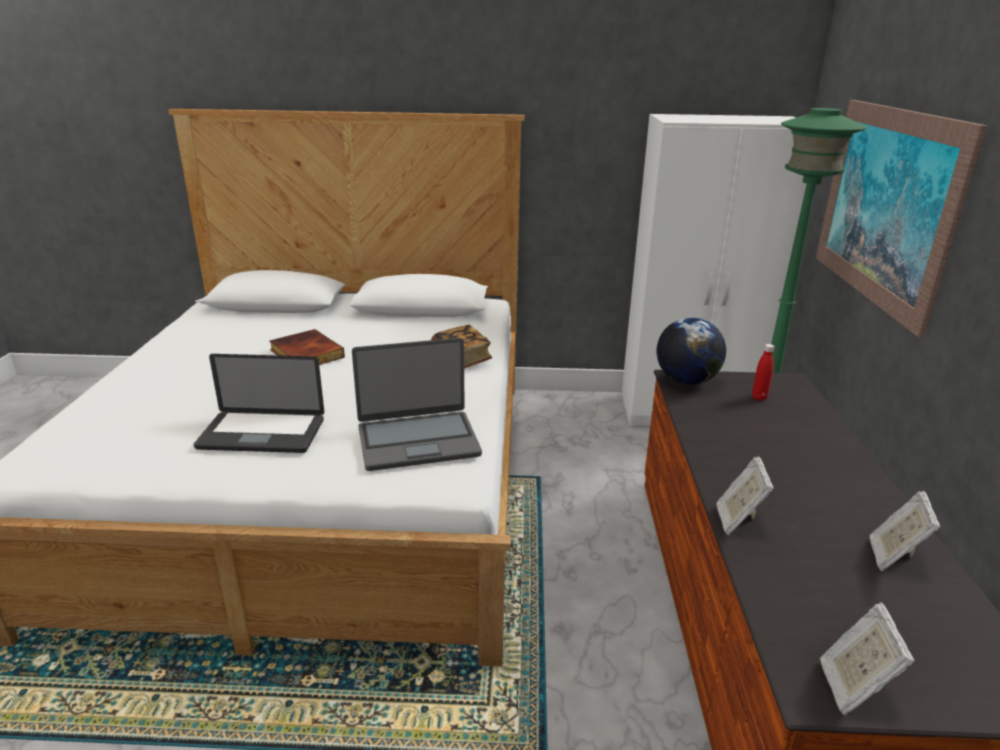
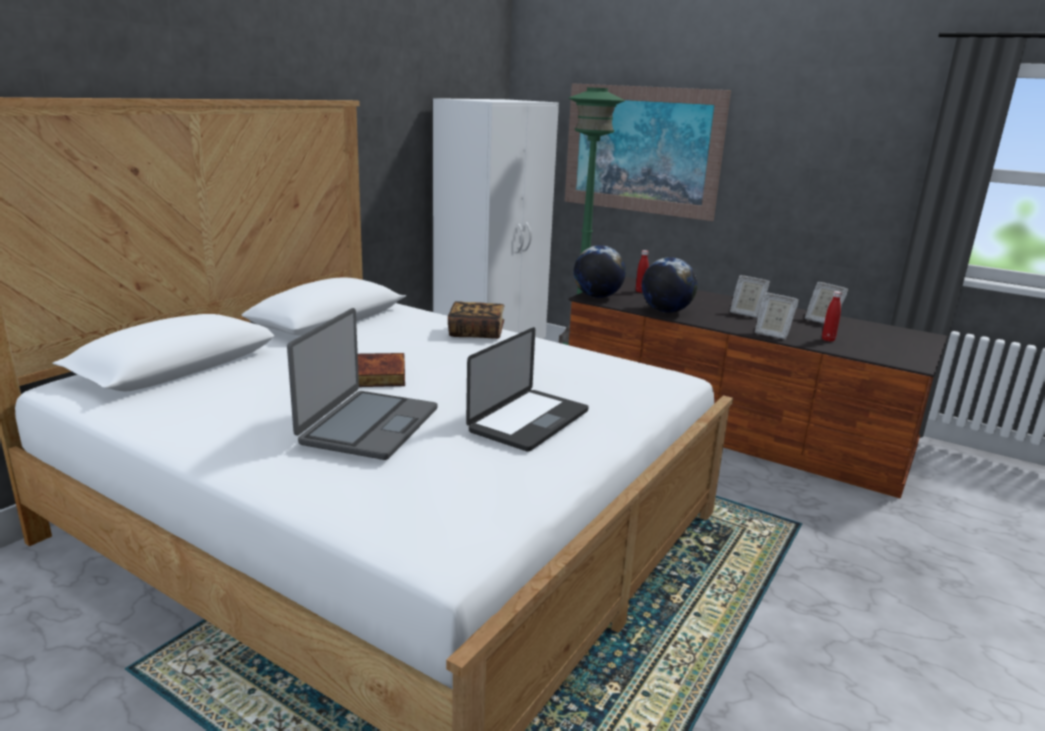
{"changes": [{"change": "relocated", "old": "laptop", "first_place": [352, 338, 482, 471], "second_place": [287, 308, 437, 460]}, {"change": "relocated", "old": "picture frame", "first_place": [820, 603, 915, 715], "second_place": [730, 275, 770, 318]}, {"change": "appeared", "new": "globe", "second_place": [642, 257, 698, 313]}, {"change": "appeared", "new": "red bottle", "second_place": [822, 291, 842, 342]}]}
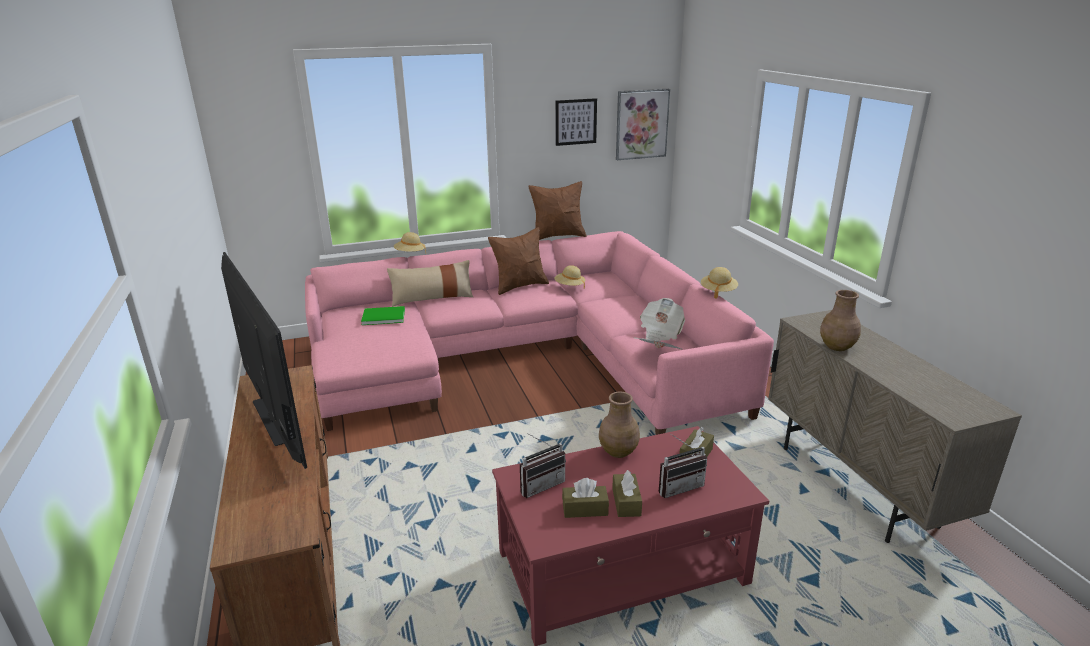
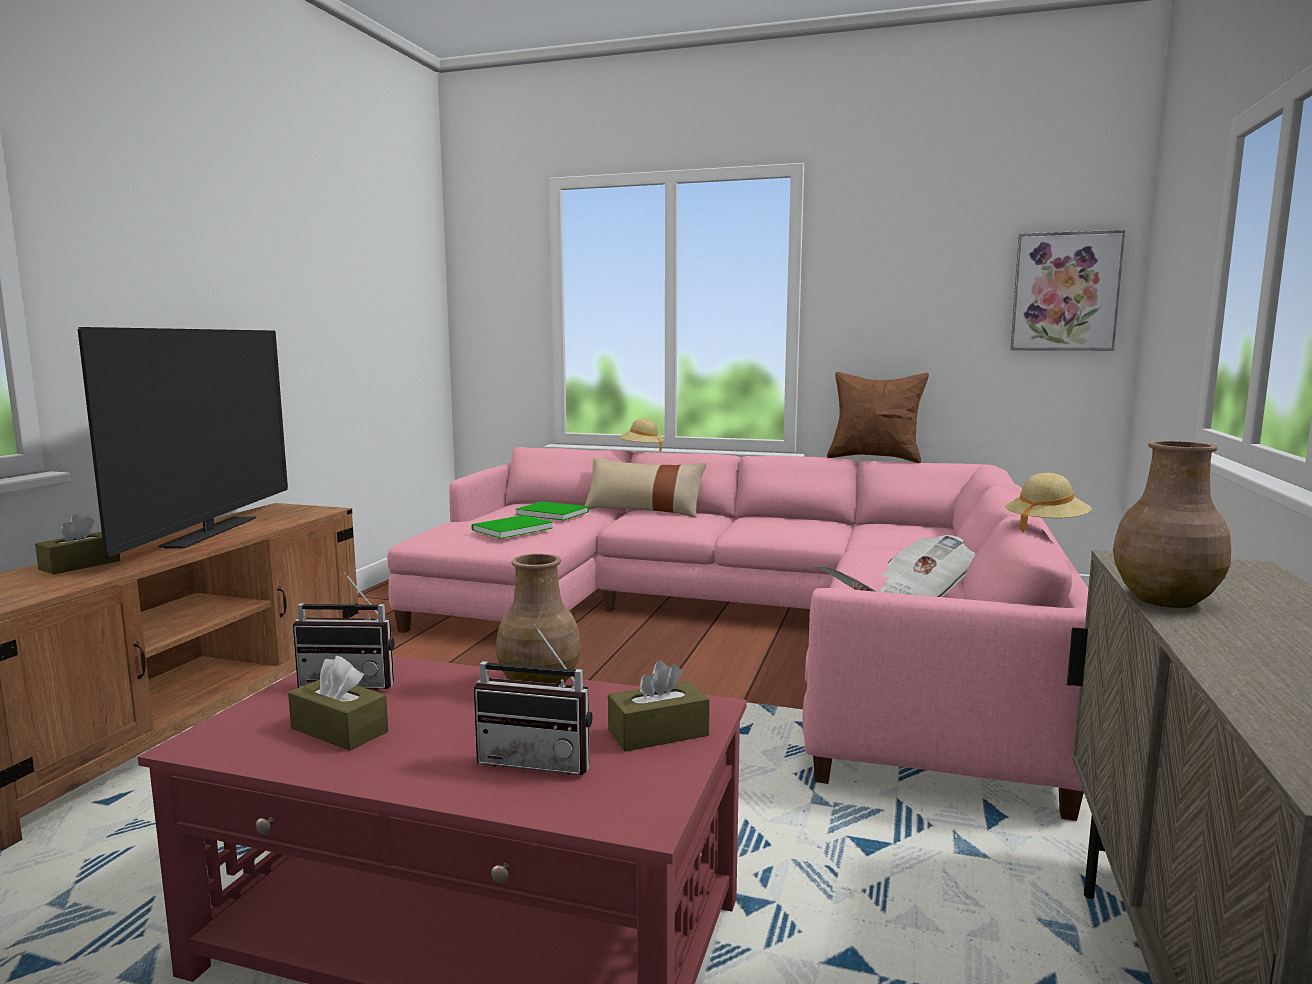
{"changes": [{"change": "missing", "old": "brown pillow", "first_place": [488, 227, 549, 295]}, {"change": "missing", "old": "beige hat", "first_place": [554, 265, 585, 289]}, {"change": "missing", "old": "picture", "first_place": [555, 98, 597, 146]}, {"change": "relocated", "old": "brown tissue box", "first_place": [612, 470, 642, 517], "second_place": [35, 514, 120, 574]}, {"change": "appeared", "new": "green book", "second_place": [471, 515, 553, 539]}]}
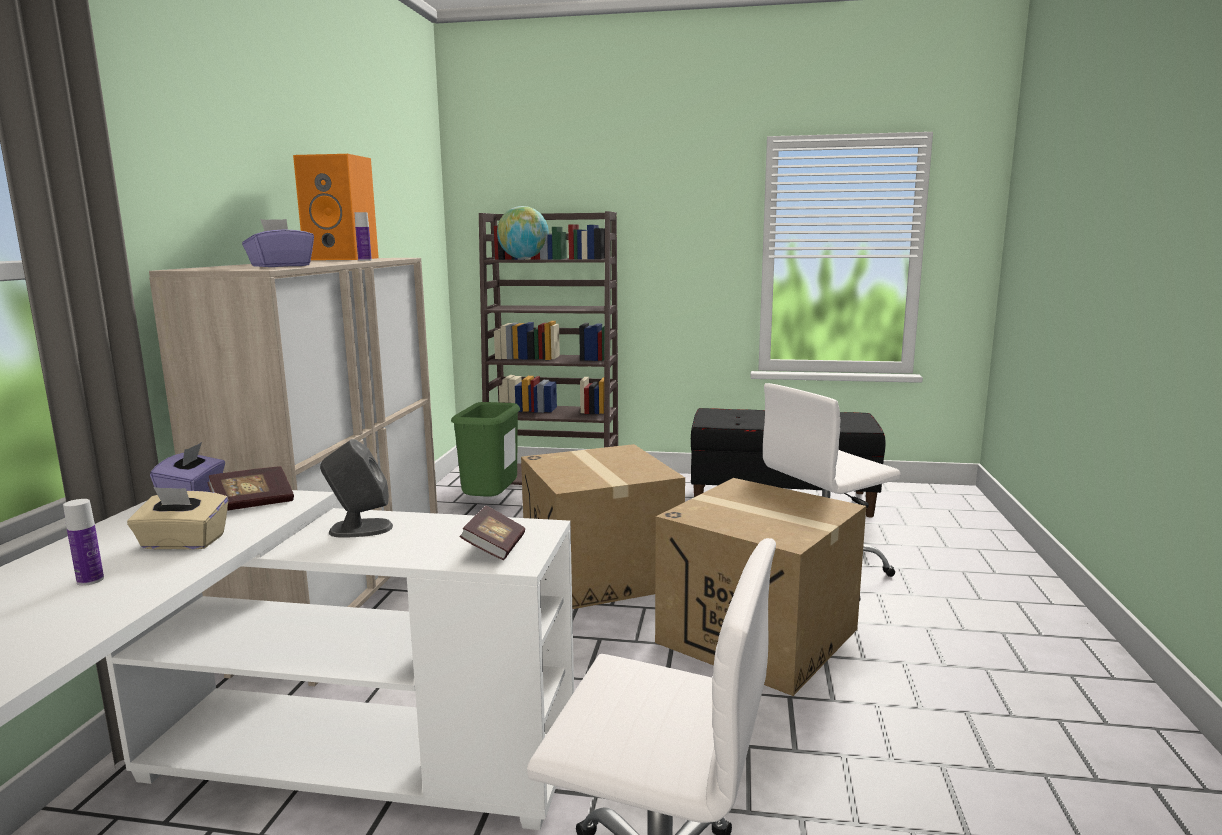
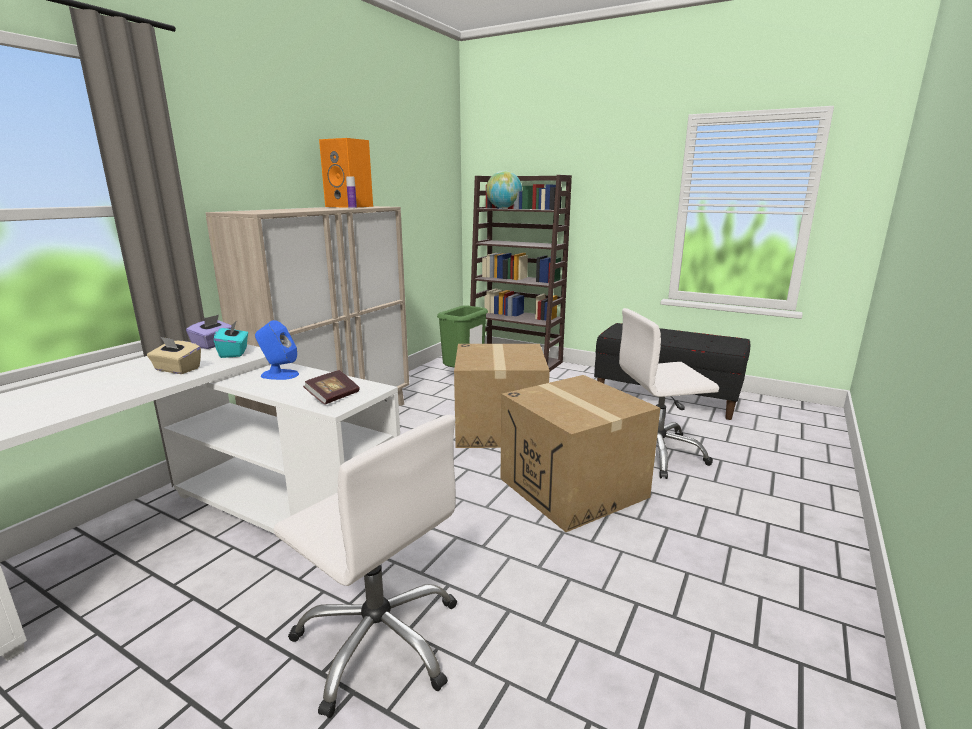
{"changes": [{"change": "missing", "old": "bottle", "first_place": [63, 499, 104, 586]}, {"change": "exchanged", "old": "book", "new": "turquoise tissue box", "first_place": [208, 466, 294, 511], "second_place": [214, 321, 248, 358]}, {"change": "missing", "old": "purple tissue box", "first_place": [242, 219, 314, 267]}, {"change": "colour", "old": "grey speaker", "new": "blue speaker", "first_place": [320, 439, 393, 538], "second_place": [255, 320, 299, 380]}]}
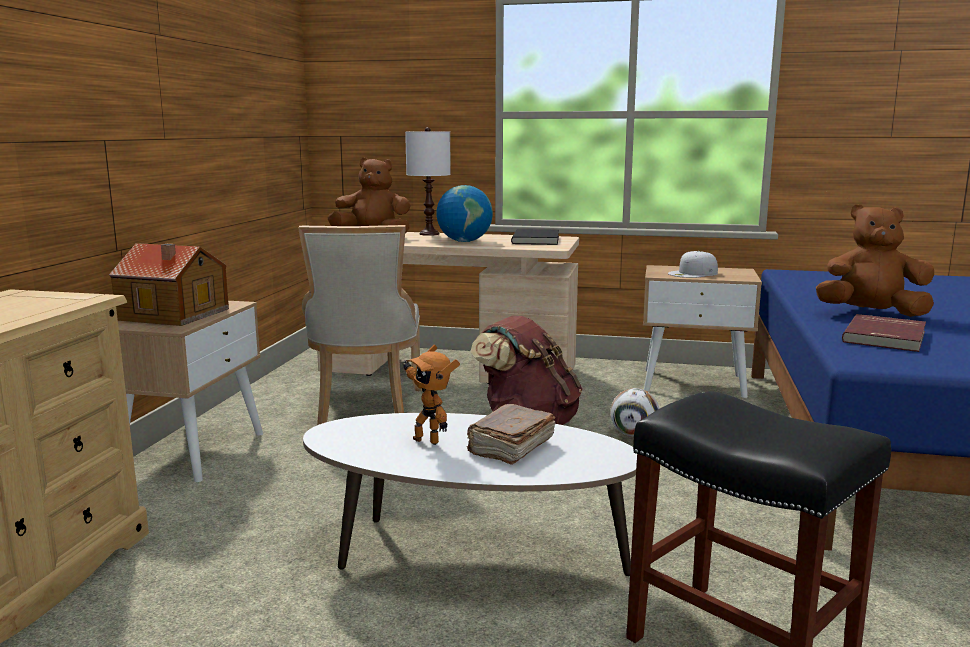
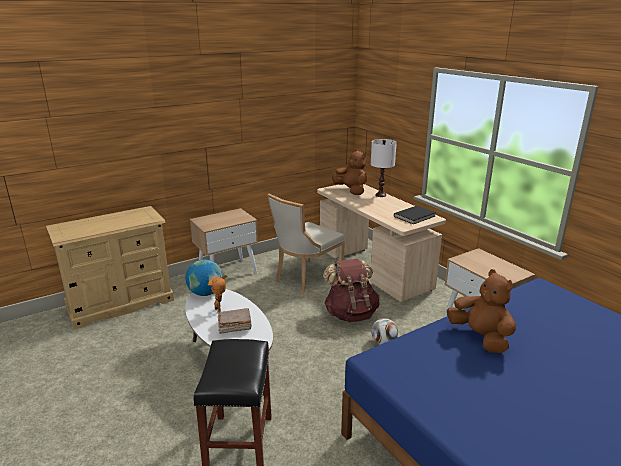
{"changes": [{"change": "missing", "old": "toy house", "first_place": [109, 243, 229, 326]}, {"change": "relocated", "old": "globe", "first_place": [436, 185, 493, 242], "second_place": [185, 259, 223, 296]}, {"change": "missing", "old": "white cap", "first_place": [668, 251, 718, 278]}, {"change": "missing", "old": "red book", "first_place": [842, 314, 926, 352]}]}
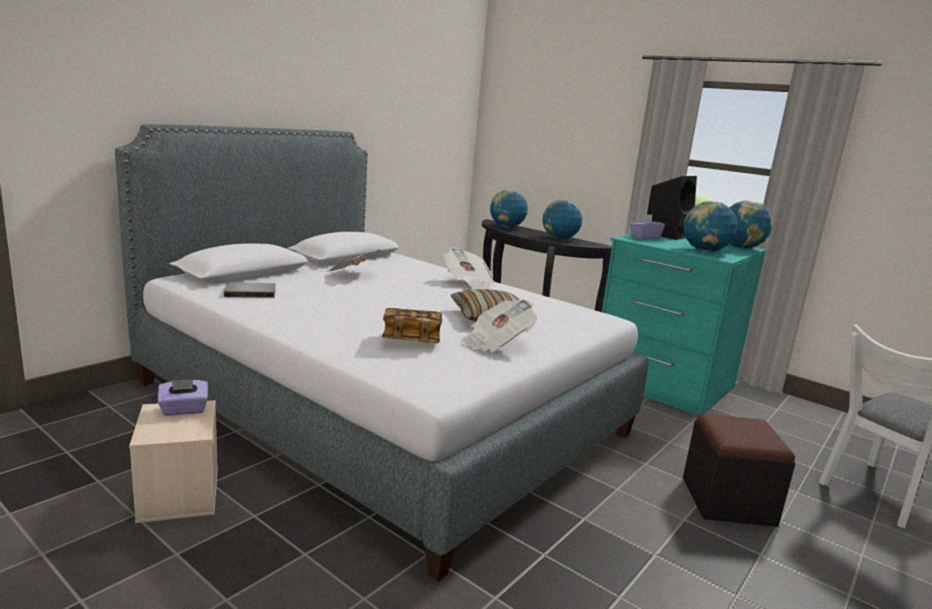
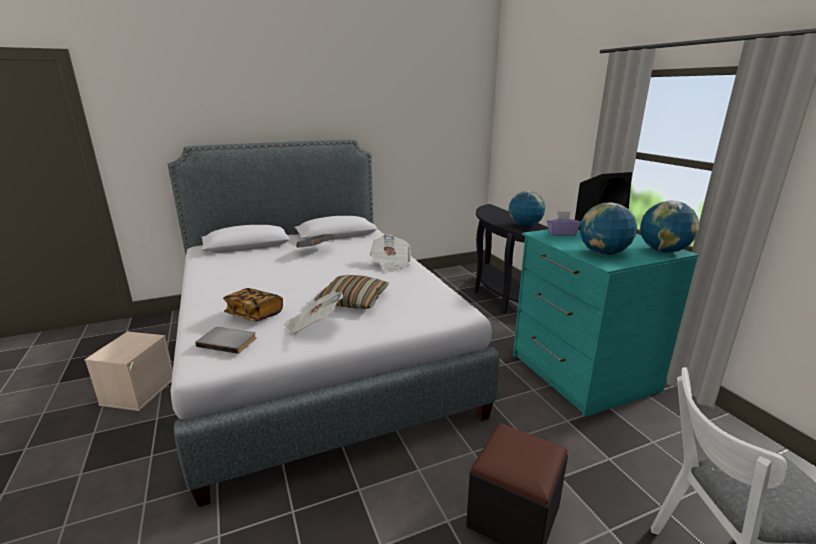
{"changes": [{"change": "missing", "old": "purple tissue box", "first_place": [158, 380, 208, 416]}, {"change": "relocated", "old": "grey book", "first_place": [224, 282, 276, 298], "second_place": [195, 327, 256, 354]}, {"change": "missing", "old": "globe", "first_place": [490, 190, 528, 228]}]}
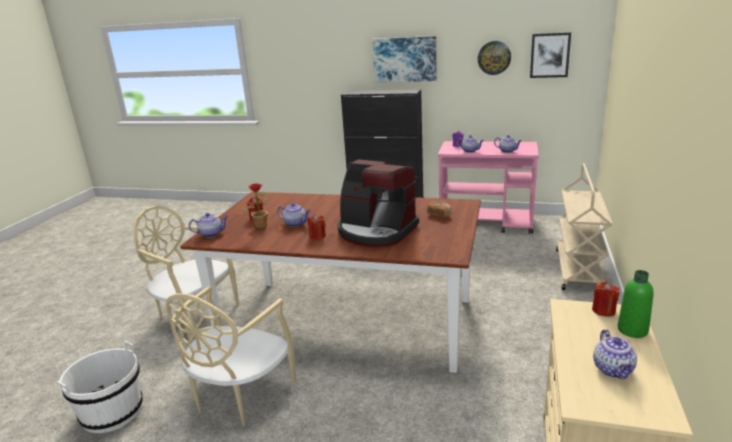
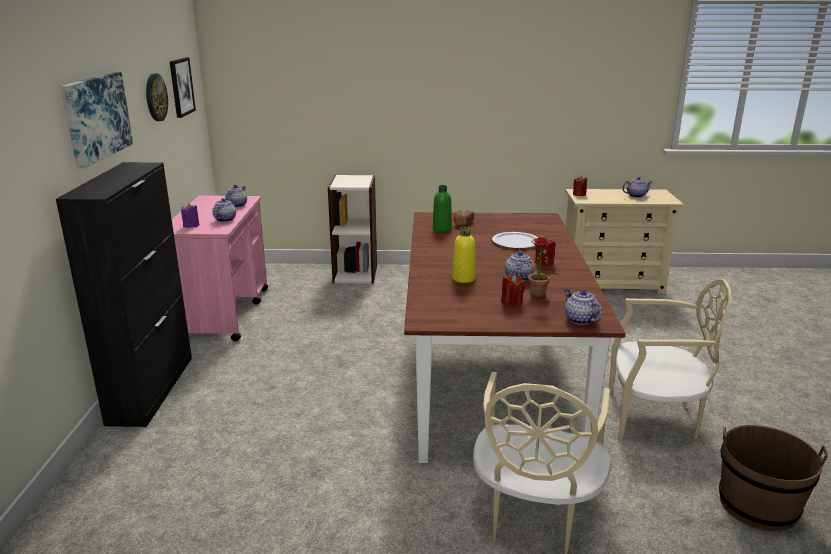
{"changes": [{"change": "colour", "old": "white bucket", "new": "brown bucket", "first_place": [57, 341, 143, 433], "second_place": [719, 425, 828, 531]}, {"change": "exchanged", "old": "coffee machine", "new": "plate", "first_place": [338, 159, 419, 247], "second_place": [492, 232, 538, 249]}, {"change": "exchanged", "old": "beige cart", "new": "bookcase", "first_place": [556, 164, 613, 290], "second_place": [328, 175, 377, 284]}, {"change": "relocated", "old": "green bottle", "first_place": [618, 270, 654, 338], "second_place": [433, 185, 452, 232]}, {"change": "appeared", "new": "yellow bottle", "second_place": [452, 227, 475, 283]}]}
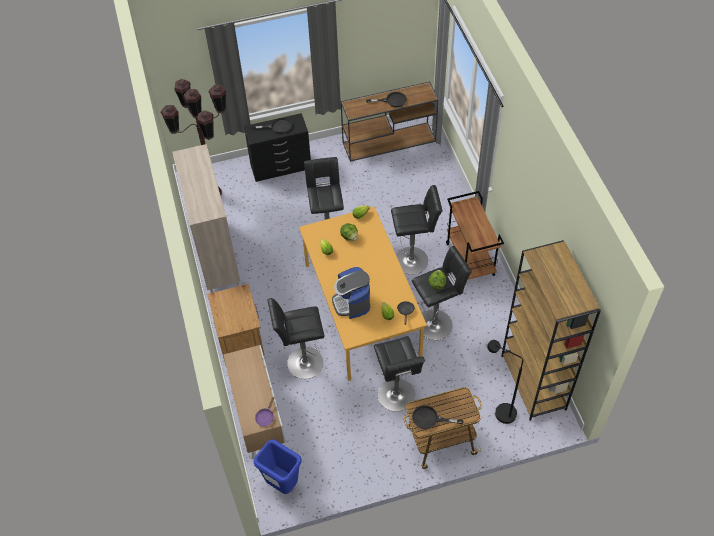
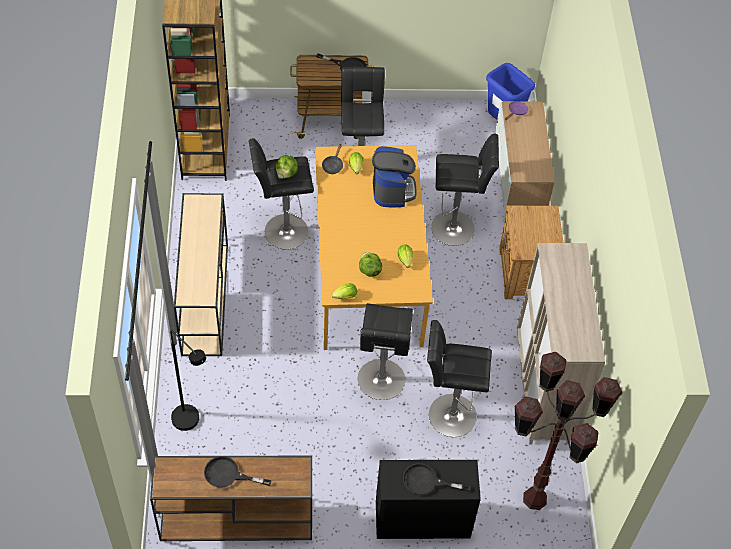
{"changes": [{"change": "relocated", "old": "black stool", "first_place": [391, 185, 443, 275], "second_place": [427, 320, 492, 437]}, {"change": "exchanged", "old": "brown cart", "new": "beige console table", "first_place": [446, 191, 504, 280], "second_place": [174, 193, 228, 356]}, {"change": "relocated", "old": "black floor lamp", "first_place": [487, 340, 523, 424], "second_place": [170, 330, 206, 431]}]}
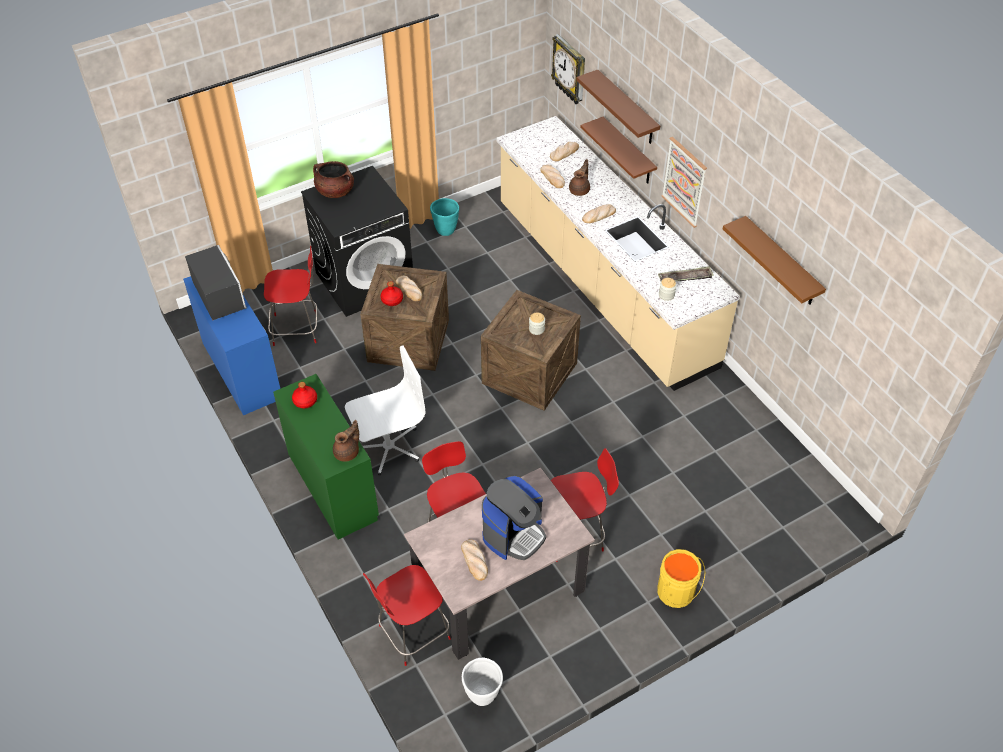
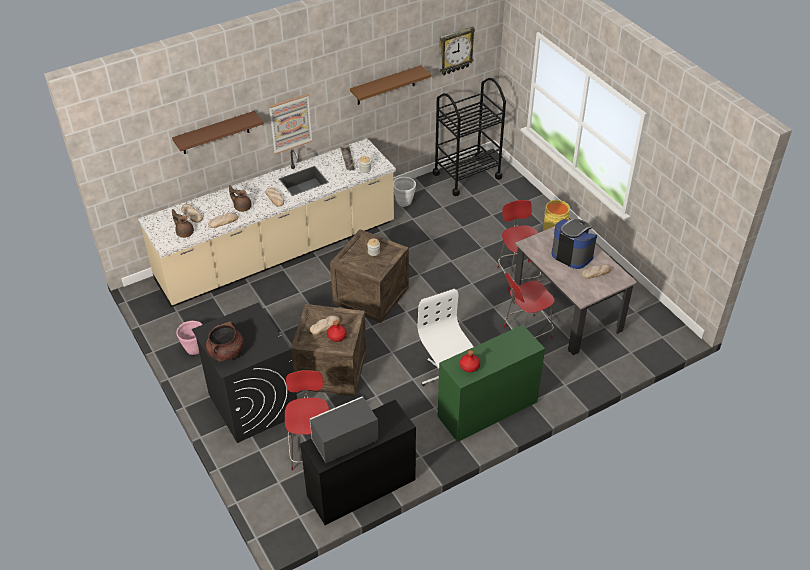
{"changes": [{"change": "colour", "old": "blue desk", "new": "black desk", "first_place": [183, 276, 280, 415], "second_place": [300, 400, 416, 525]}, {"change": "relocated", "old": "brown teapot", "first_place": [333, 420, 359, 462], "second_place": [172, 209, 194, 238]}, {"change": "missing", "old": "red chair", "first_place": [363, 565, 451, 666]}, {"change": "colour", "old": "turquoise planter", "new": "pink planter", "first_place": [430, 198, 459, 236], "second_place": [176, 321, 202, 355]}, {"change": "relocated", "old": "white planter", "first_place": [462, 657, 503, 706], "second_place": [394, 177, 416, 207]}, {"change": "relocated", "old": "wall clock", "first_place": [551, 34, 585, 104], "second_place": [439, 26, 475, 75]}, {"change": "missing", "old": "brown shelf", "first_place": [580, 116, 657, 184]}, {"change": "appeared", "new": "black cart", "second_place": [433, 78, 506, 196]}]}
